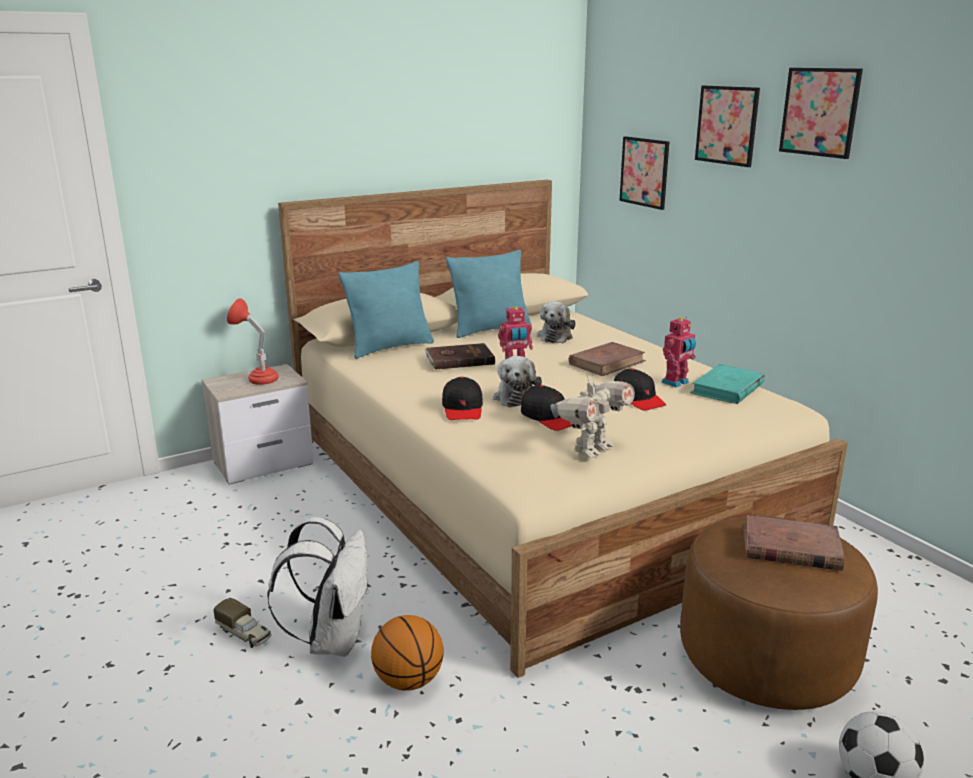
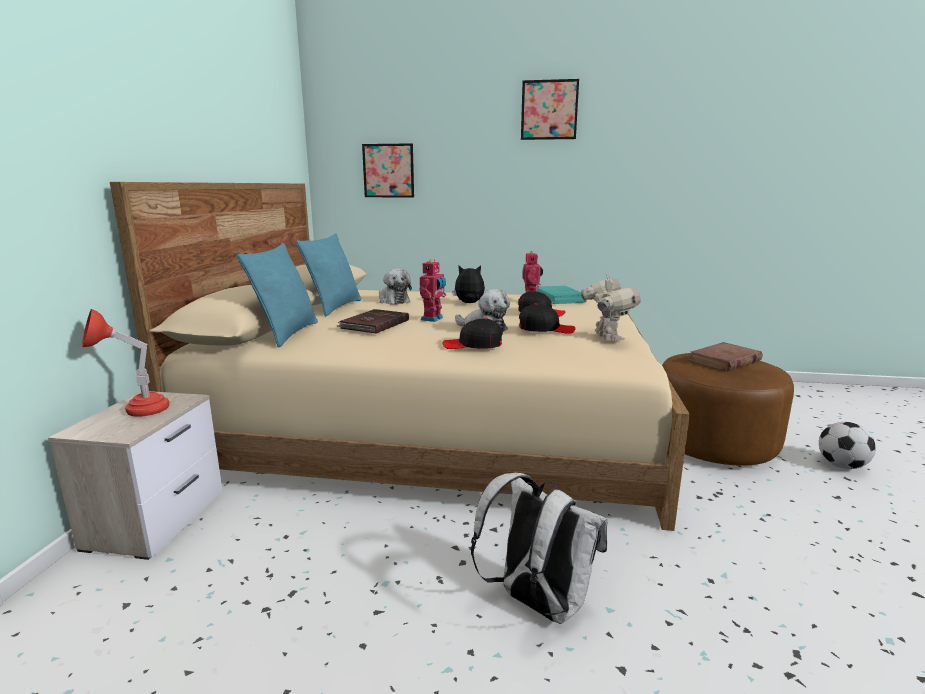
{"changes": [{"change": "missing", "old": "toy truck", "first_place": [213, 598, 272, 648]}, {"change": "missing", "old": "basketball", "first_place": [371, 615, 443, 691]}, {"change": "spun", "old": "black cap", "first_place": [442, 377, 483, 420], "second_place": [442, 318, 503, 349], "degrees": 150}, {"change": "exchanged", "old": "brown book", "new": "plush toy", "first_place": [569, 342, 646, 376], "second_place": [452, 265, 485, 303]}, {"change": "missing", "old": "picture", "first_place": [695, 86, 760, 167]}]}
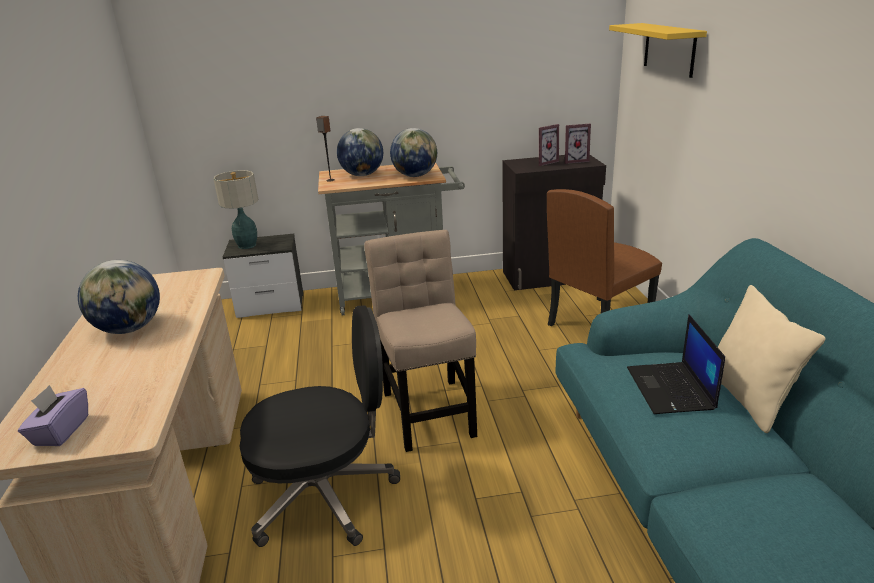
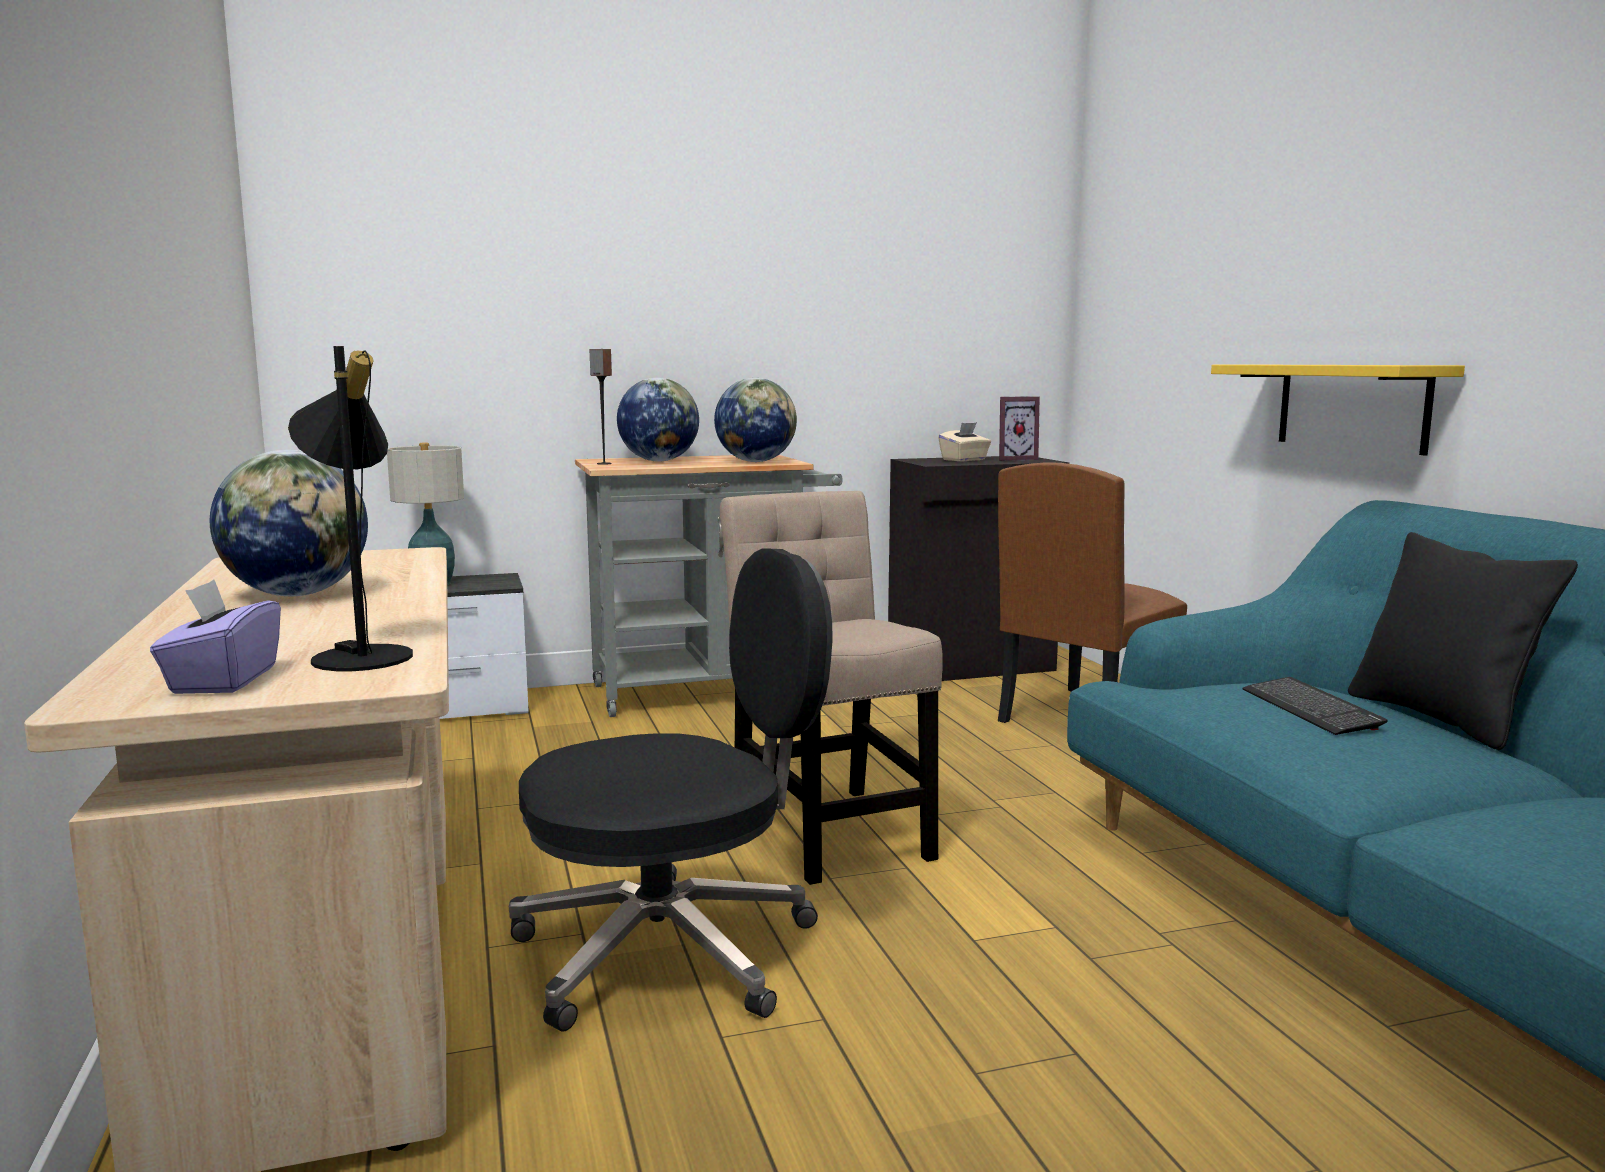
{"changes": [{"change": "exchanged", "old": "picture frame", "new": "beige tissue box", "first_place": [539, 124, 559, 166], "second_place": [938, 422, 991, 461]}, {"change": "relocated", "old": "yellow shelf", "first_place": [609, 23, 707, 78], "second_place": [1211, 365, 1465, 456]}, {"change": "exchanged", "old": "laptop", "new": "keyboard", "first_place": [627, 314, 725, 414], "second_place": [1242, 677, 1387, 735]}, {"change": "colour", "old": "beige pillow", "new": "black pillow", "first_place": [718, 285, 825, 433], "second_place": [1348, 532, 1578, 750]}, {"change": "appeared", "new": "black table lamp", "second_place": [288, 346, 413, 671]}]}
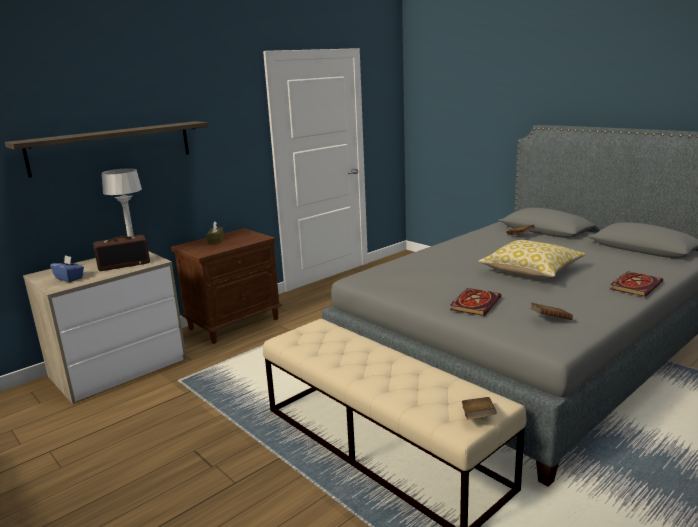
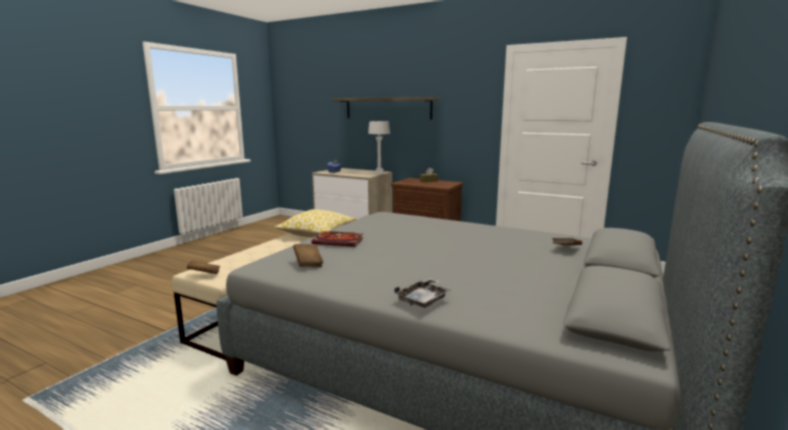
{"changes": [{"change": "missing", "old": "radio", "first_place": [93, 235, 150, 271]}, {"change": "relocated", "old": "pillow", "first_place": [478, 240, 586, 279], "second_place": [274, 209, 357, 238]}, {"change": "exchanged", "old": "book", "new": "grey tray", "first_place": [610, 271, 663, 297], "second_place": [394, 278, 451, 308]}]}
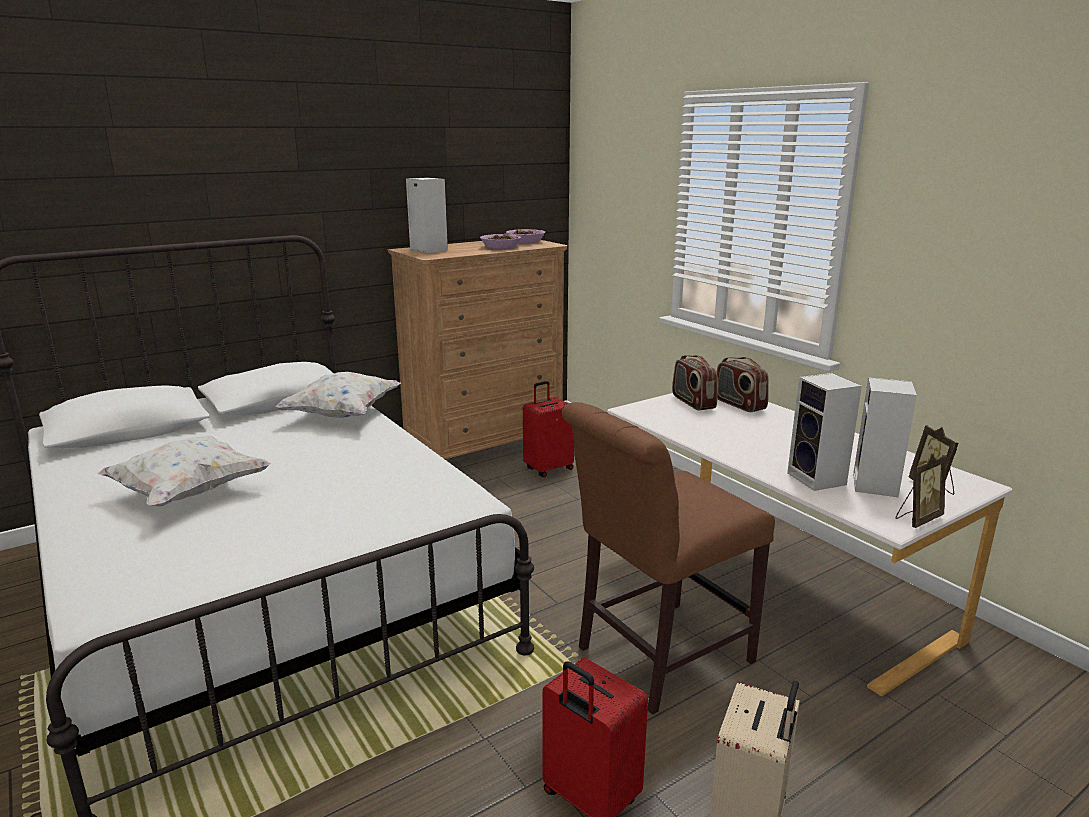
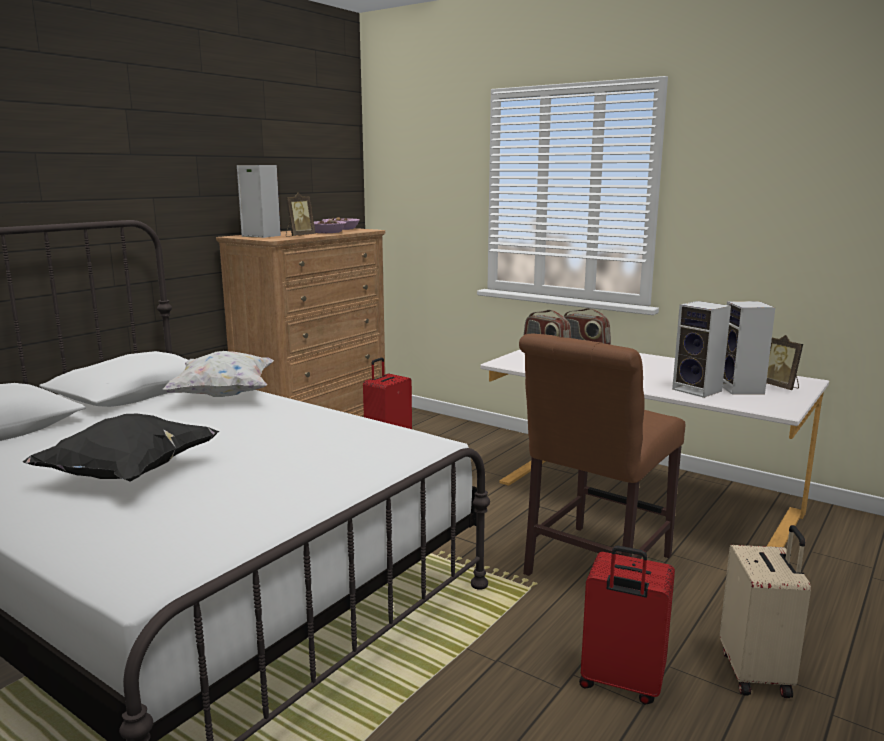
{"changes": [{"change": "colour", "old": "white pillow", "new": "black pillow", "first_place": [98, 436, 271, 507], "second_place": [23, 414, 219, 482]}, {"change": "relocated", "old": "picture frame", "first_place": [896, 454, 946, 528], "second_place": [286, 193, 315, 237]}]}
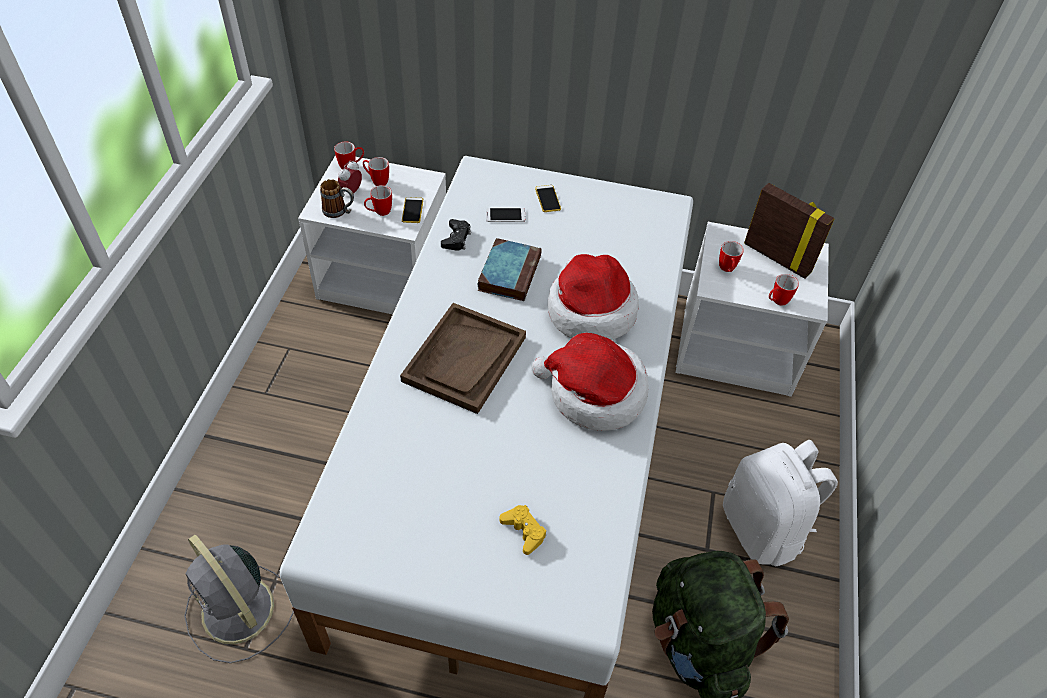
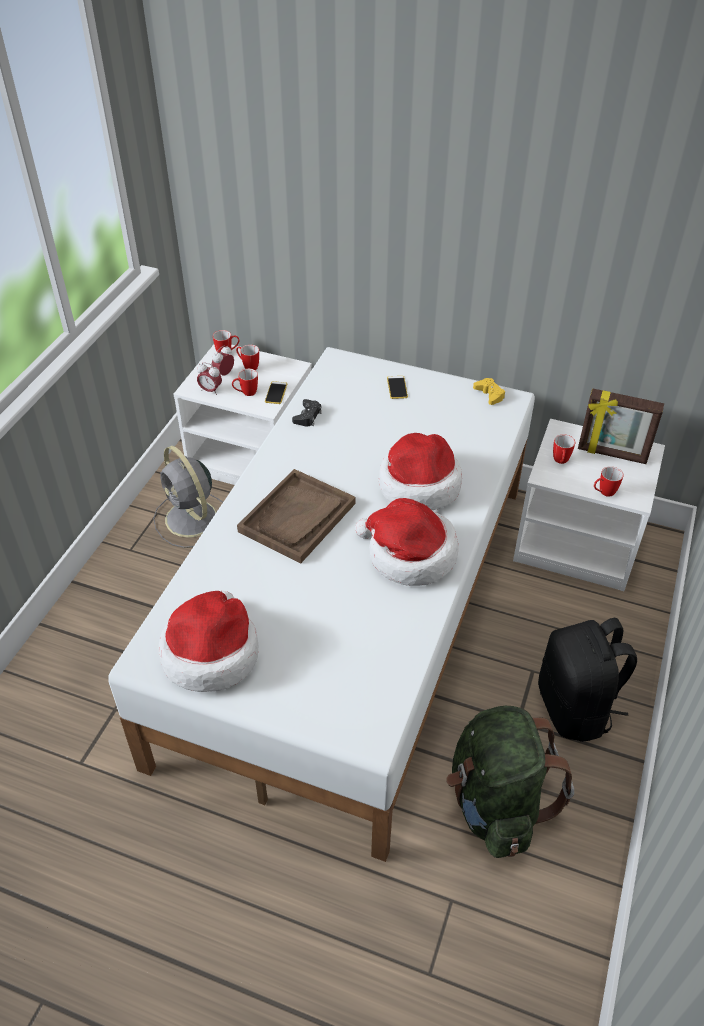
{"changes": [{"change": "relocated", "old": "grey fan", "first_place": [184, 535, 294, 663], "second_place": [153, 446, 223, 548]}, {"change": "exchanged", "old": "mug", "new": "alarm clock", "first_place": [320, 179, 354, 218], "second_place": [197, 362, 222, 395]}, {"change": "missing", "old": "book", "first_place": [478, 238, 542, 301]}, {"change": "missing", "old": "phone", "first_place": [486, 208, 526, 222]}, {"change": "relocated", "old": "yellow game controller", "first_place": [499, 505, 546, 555], "second_place": [473, 378, 505, 405]}, {"change": "colour", "old": "white backpack", "new": "black backpack", "first_place": [723, 440, 838, 566], "second_place": [538, 618, 637, 742]}, {"change": "spun", "old": "picture frame", "first_place": [744, 183, 835, 279], "second_place": [578, 388, 664, 464], "degrees": 150}, {"change": "appeared", "new": "hat", "second_place": [159, 591, 258, 692]}]}
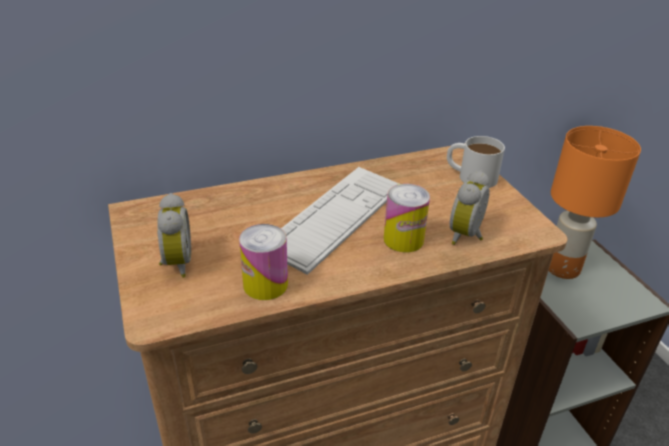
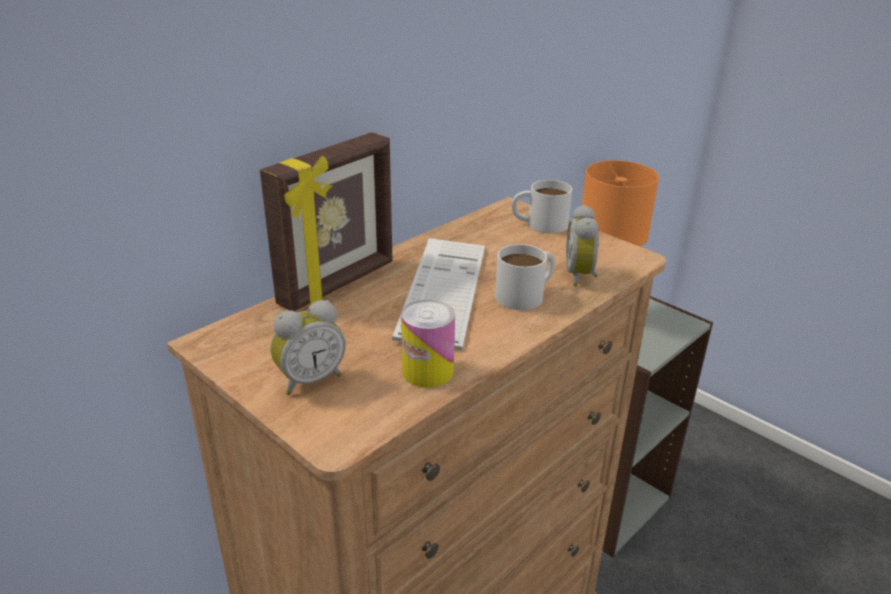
{"changes": [{"change": "spun", "old": "alarm clock", "first_place": [157, 193, 191, 278], "second_place": [271, 300, 346, 395], "degrees": 90}, {"change": "exchanged", "old": "can", "new": "white mug", "first_place": [384, 184, 430, 252], "second_place": [495, 244, 555, 310]}, {"change": "appeared", "new": "picture frame", "second_place": [260, 132, 393, 311]}]}
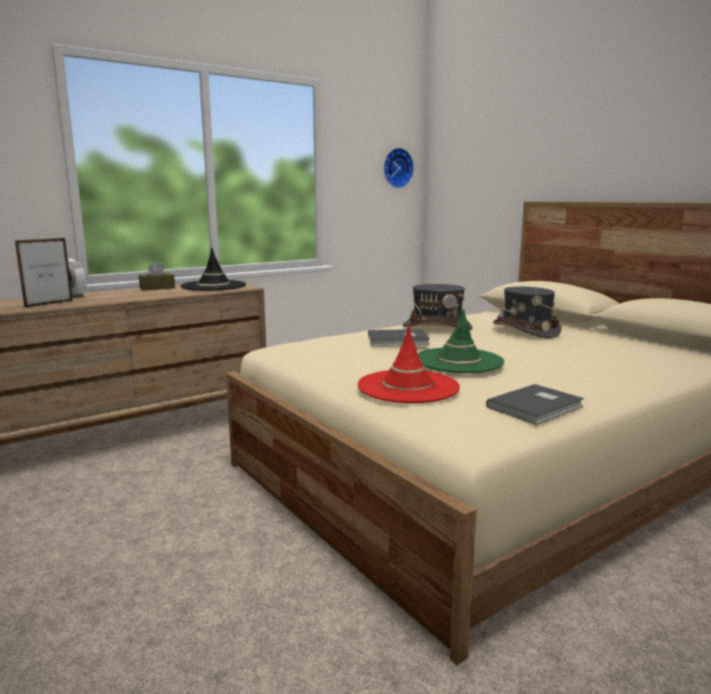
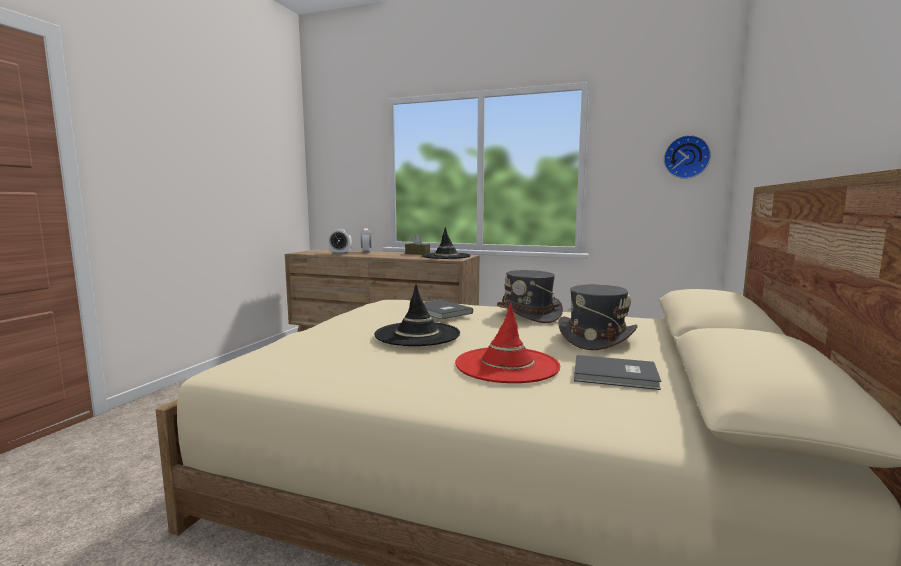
{"changes": [{"change": "exchanged", "old": "picture frame", "new": "alarm clock", "first_place": [15, 238, 73, 308], "second_place": [328, 229, 352, 254]}, {"change": "relocated", "old": "red hat", "first_place": [358, 326, 460, 403], "second_place": [455, 303, 561, 383]}, {"change": "colour", "old": "green hat", "new": "black hat", "first_place": [417, 309, 504, 373], "second_place": [374, 284, 460, 346]}, {"change": "relocated", "old": "grey book", "first_place": [486, 384, 584, 425], "second_place": [574, 355, 661, 390]}]}
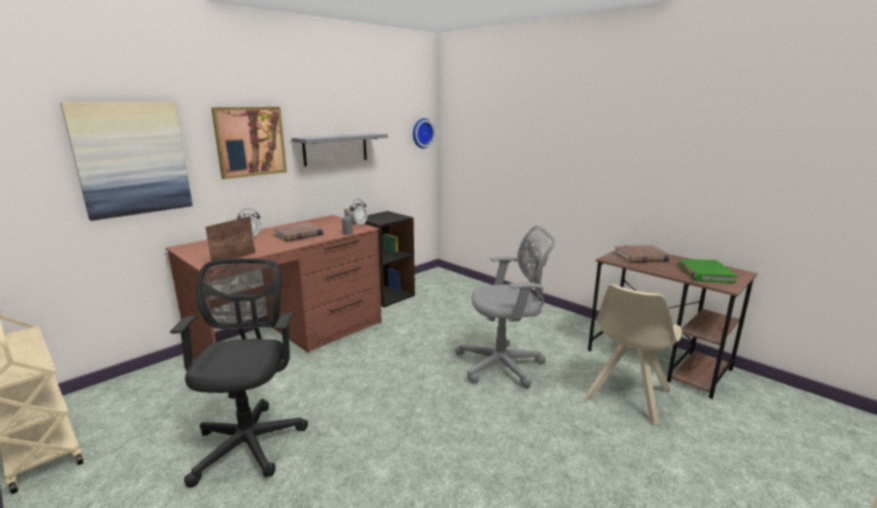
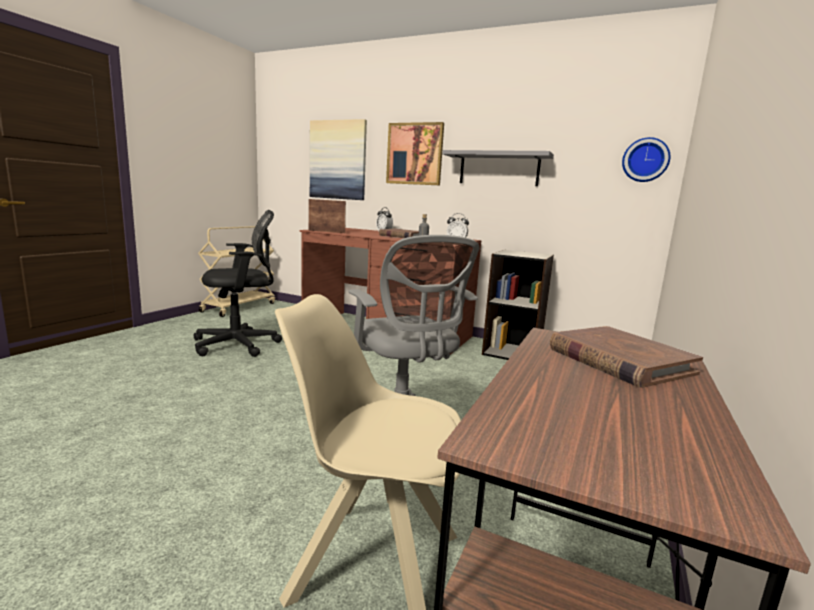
{"changes": [{"change": "missing", "old": "green book", "first_place": [678, 259, 738, 283]}]}
